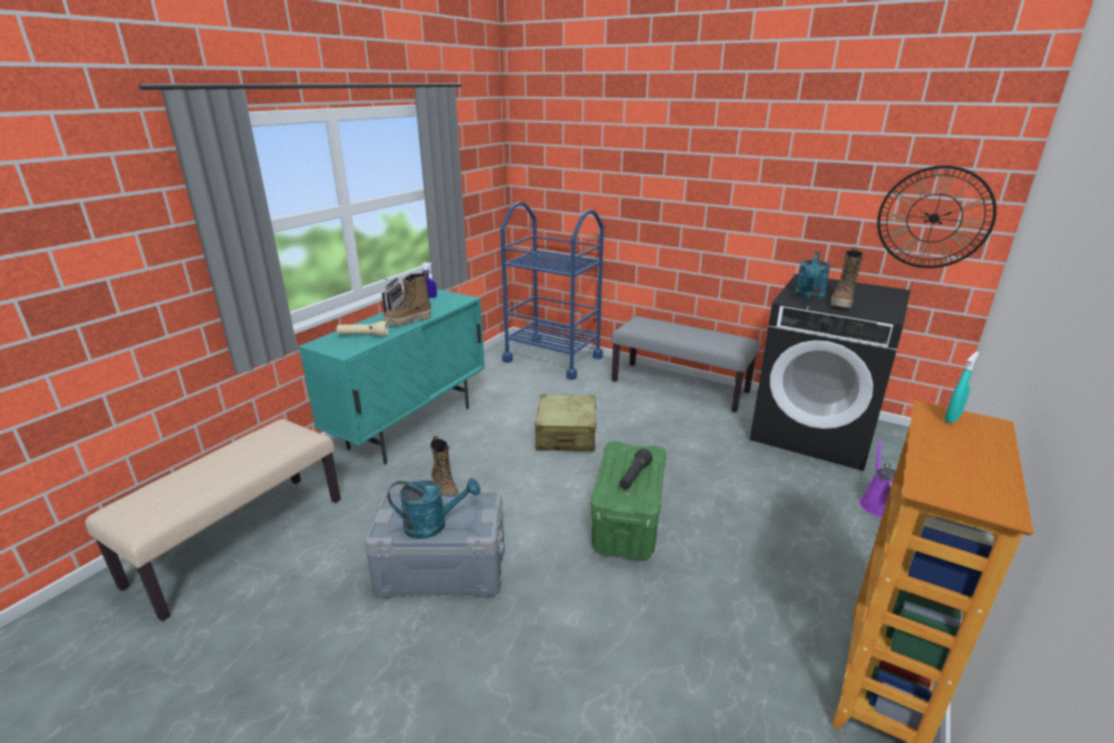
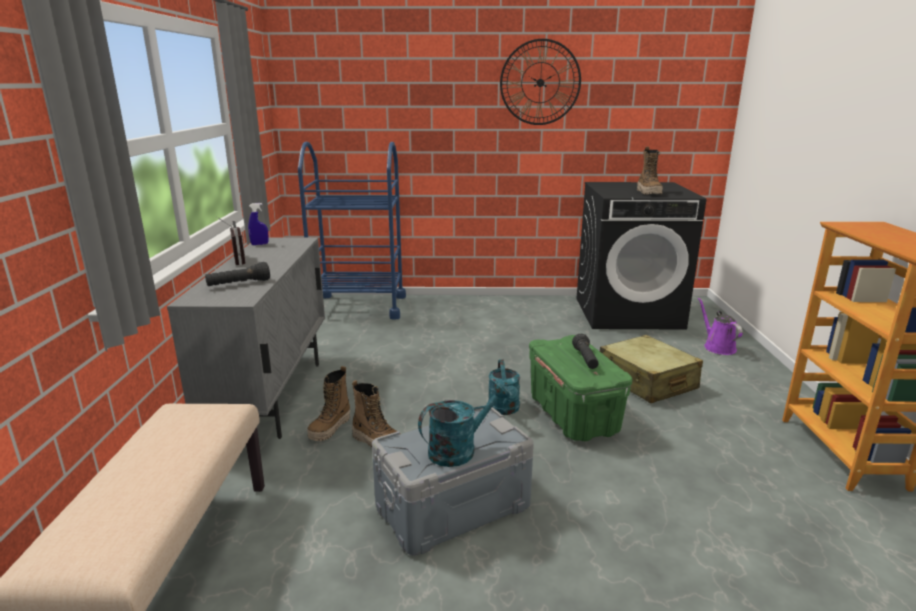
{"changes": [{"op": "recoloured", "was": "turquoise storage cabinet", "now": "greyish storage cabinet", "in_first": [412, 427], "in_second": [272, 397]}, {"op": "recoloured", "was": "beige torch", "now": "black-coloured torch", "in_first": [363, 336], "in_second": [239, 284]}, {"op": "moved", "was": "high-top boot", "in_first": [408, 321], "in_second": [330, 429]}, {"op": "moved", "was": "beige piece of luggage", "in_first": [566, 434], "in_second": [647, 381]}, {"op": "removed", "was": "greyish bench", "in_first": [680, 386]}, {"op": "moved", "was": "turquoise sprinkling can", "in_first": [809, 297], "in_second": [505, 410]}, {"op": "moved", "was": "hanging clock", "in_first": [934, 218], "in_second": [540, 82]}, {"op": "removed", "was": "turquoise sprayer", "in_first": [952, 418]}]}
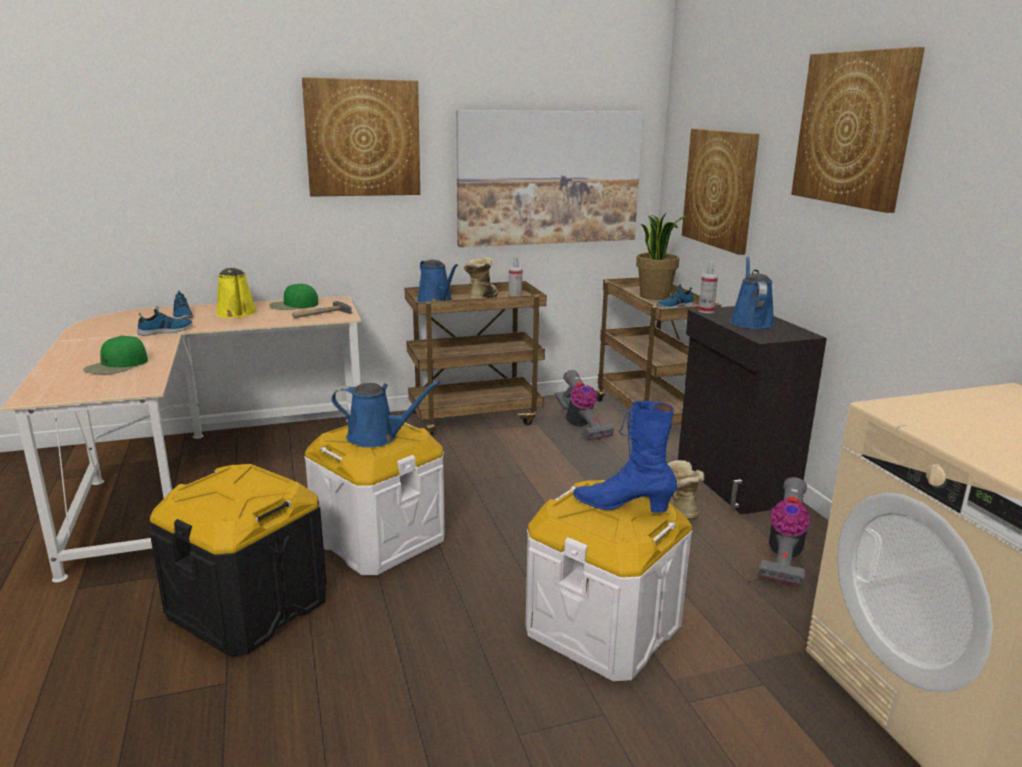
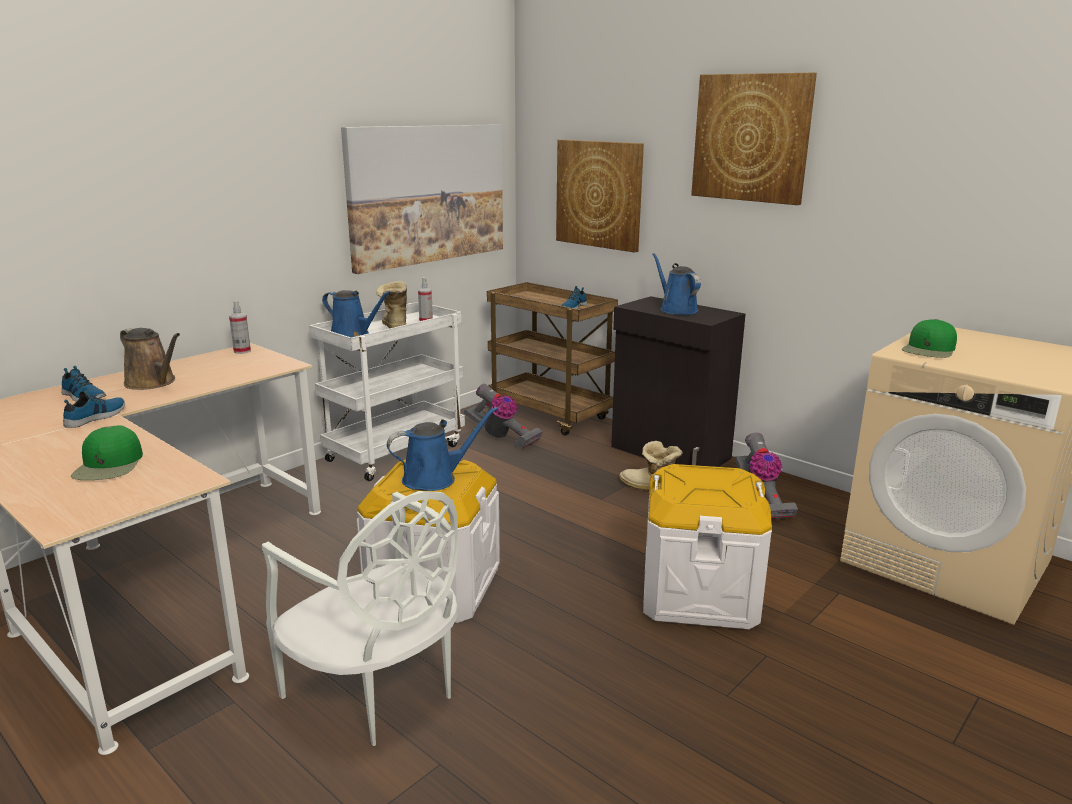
{"changes": [{"op": "replaced", "was": "black-coloured storage container", "now": "whitish chair", "in_first": [248, 607], "in_second": [378, 691]}, {"op": "recoloured", "was": "yellow-coloured sprinkling can", "now": "brownish sprinkling can", "in_first": [237, 314], "in_second": [153, 383]}, {"op": "moved", "was": "green-coloured peaked cap", "in_first": [293, 305], "in_second": [929, 350]}, {"op": "removed", "was": "hammer", "in_first": [321, 314]}, {"op": "removed", "was": "picture", "in_first": [363, 138]}, {"op": "recoloured", "was": "brownish trolley", "now": "whitish trolley", "in_first": [475, 418], "in_second": [396, 451]}, {"op": "removed", "was": "blue-coloured high-top boot", "in_first": [622, 506]}, {"op": "removed", "was": "houseplant", "in_first": [655, 296]}, {"op": "moved", "was": "sprayer", "in_first": [706, 311], "in_second": [242, 351]}]}
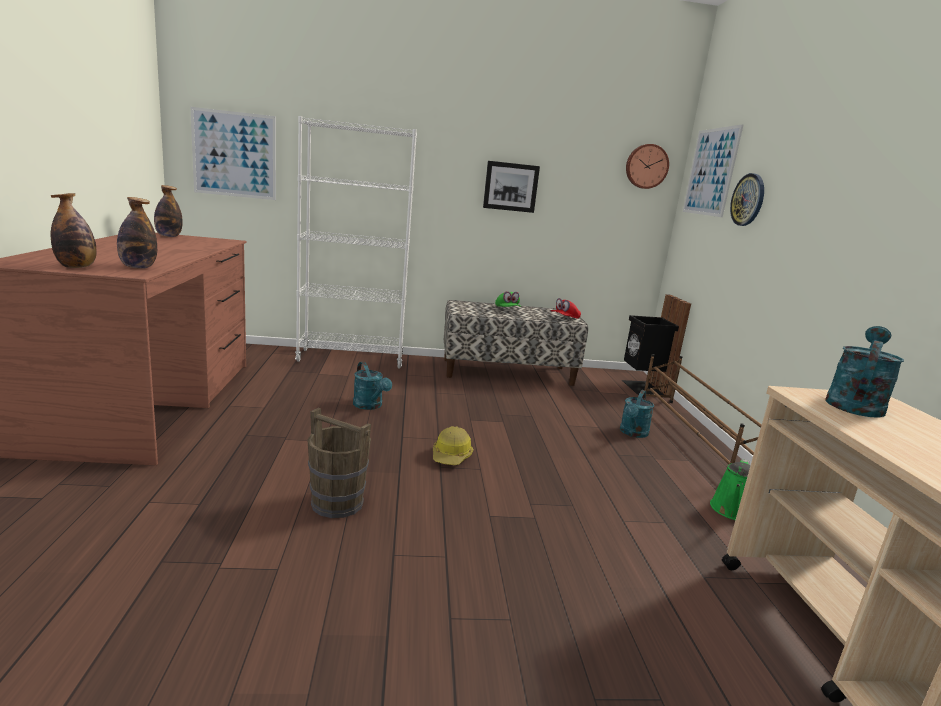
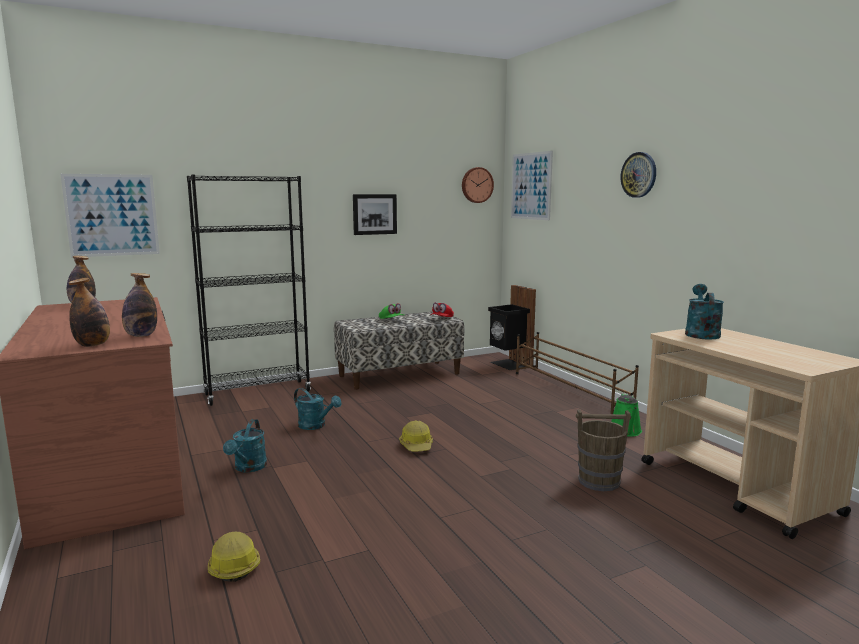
{"changes": [{"op": "recoloured", "was": "whitish shelving unit", "now": "black-coloured shelving unit", "in_first": [351, 359], "in_second": [258, 393]}, {"op": "moved", "was": "brownish pail", "in_first": [337, 503], "in_second": [598, 481]}, {"op": "moved", "was": "turquoise sprinkling can", "in_first": [633, 433], "in_second": [248, 468]}, {"op": "moved", "was": "hanging clock", "in_first": [748, 200], "in_second": [639, 175]}, {"op": "added", "now": "hard hat", "in_second": [233, 565]}]}
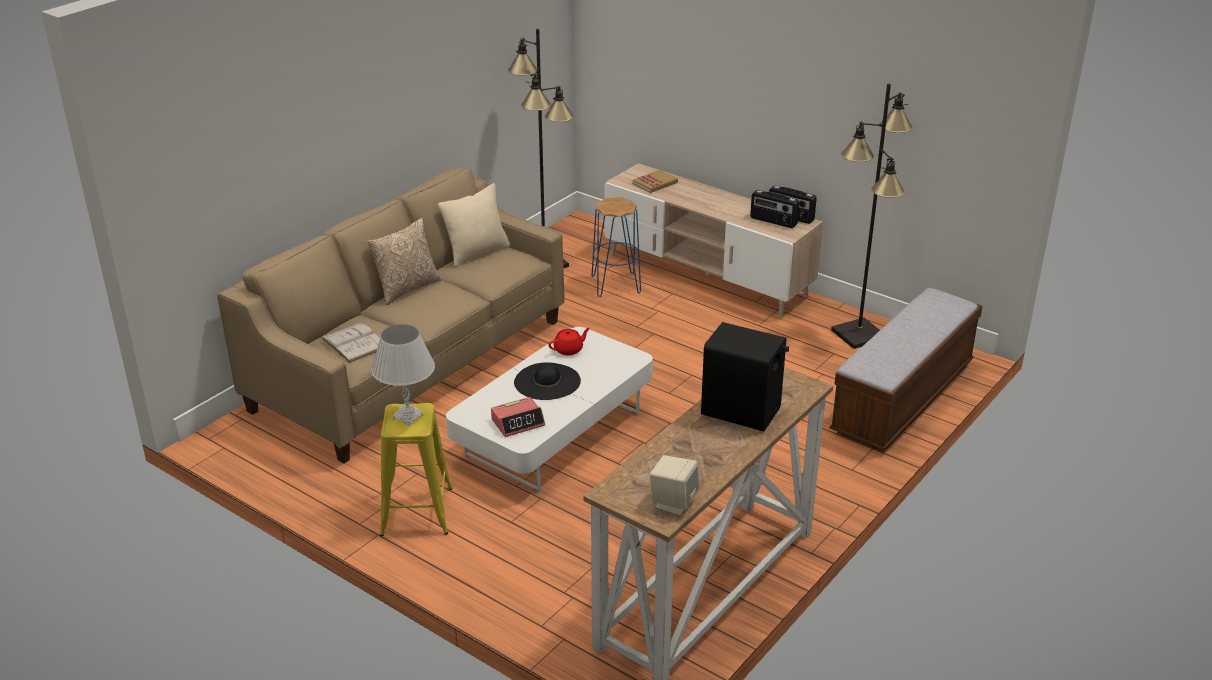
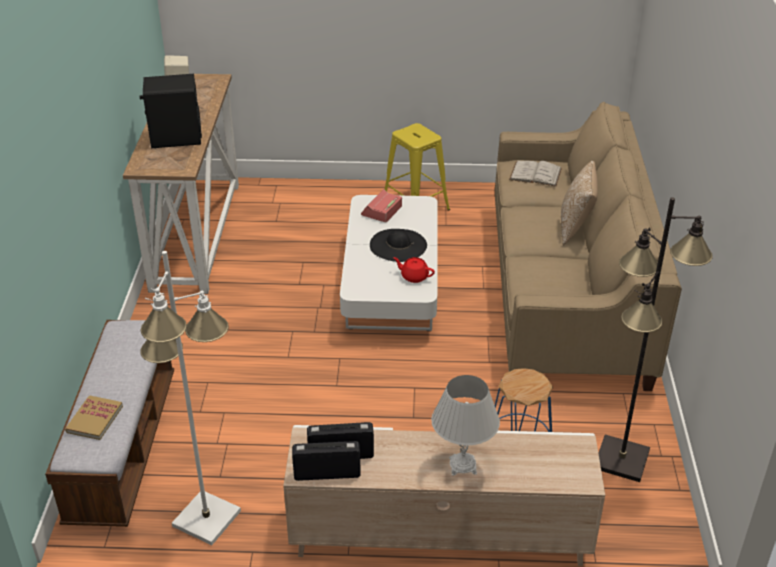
{"changes": [{"op": "moved", "was": "whitish lamp for a table", "in_first": [408, 417], "in_second": [462, 466]}, {"op": "removed", "was": "beige throw pillow", "in_first": [477, 253]}, {"op": "turned", "was": "red-coloured pot for tea", "in_first": [569, 350], "in_second": [414, 276], "clockwise": 90}, {"op": "moved", "was": "book", "in_first": [655, 183], "in_second": [94, 419]}, {"op": "recoloured", "was": "black-coloured floor lamp", "now": "whitish floor lamp", "in_first": [859, 335], "in_second": [205, 519]}]}
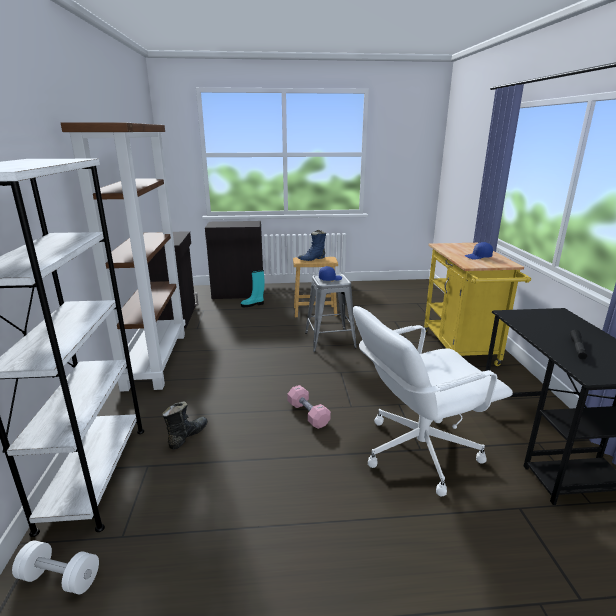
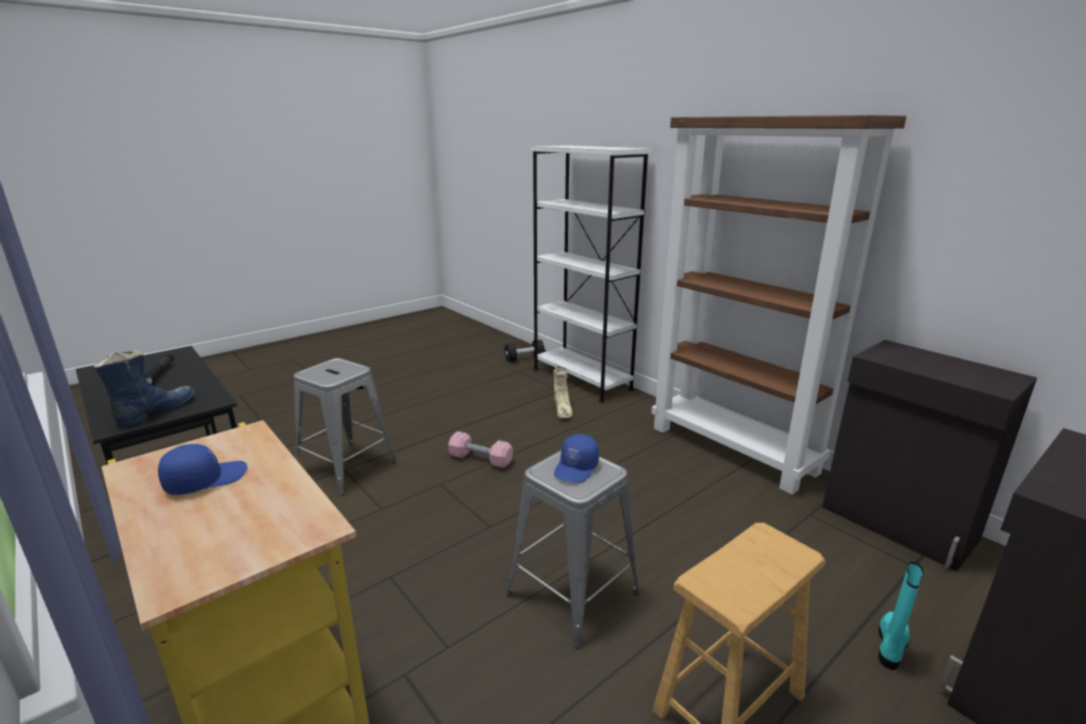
{"changes": [{"op": "recoloured", "was": "whitish hand weight", "now": "black-coloured hand weight", "in_first": [60, 578], "in_second": [524, 358]}, {"op": "recoloured", "was": "black-coloured high-top boot", "now": "beige high-top boot", "in_first": [187, 436], "in_second": [563, 410]}, {"op": "moved", "was": "blue-coloured high-top boot", "in_first": [312, 259], "in_second": [154, 412]}, {"op": "replaced", "was": "whitish computer chair", "now": "greyish sitting stool", "in_first": [418, 450], "in_second": [346, 467]}]}
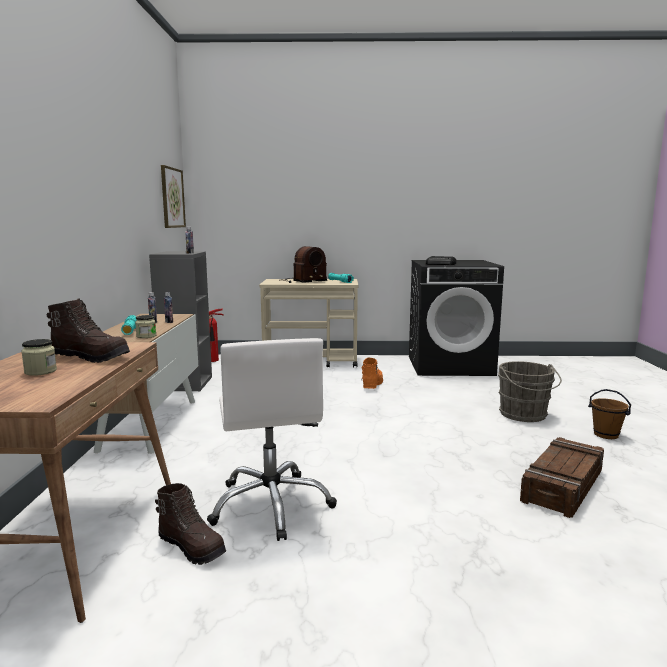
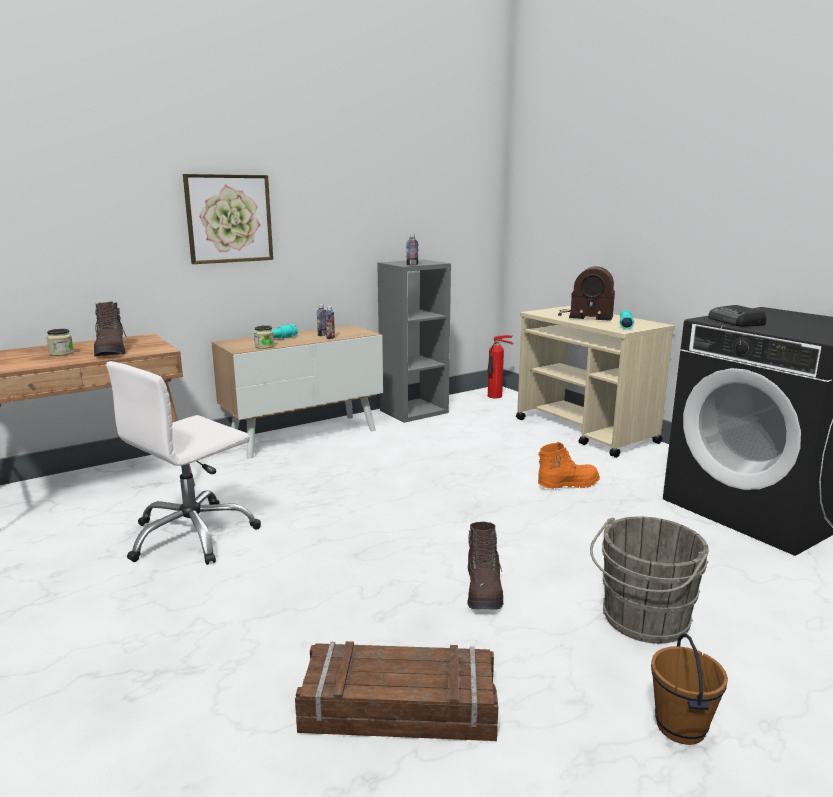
{"changes": [{"op": "moved", "was": "brownish high-top boot", "in_first": [192, 547], "in_second": [484, 591]}, {"op": "moved", "was": "picture", "in_first": [172, 198], "in_second": [229, 218]}]}
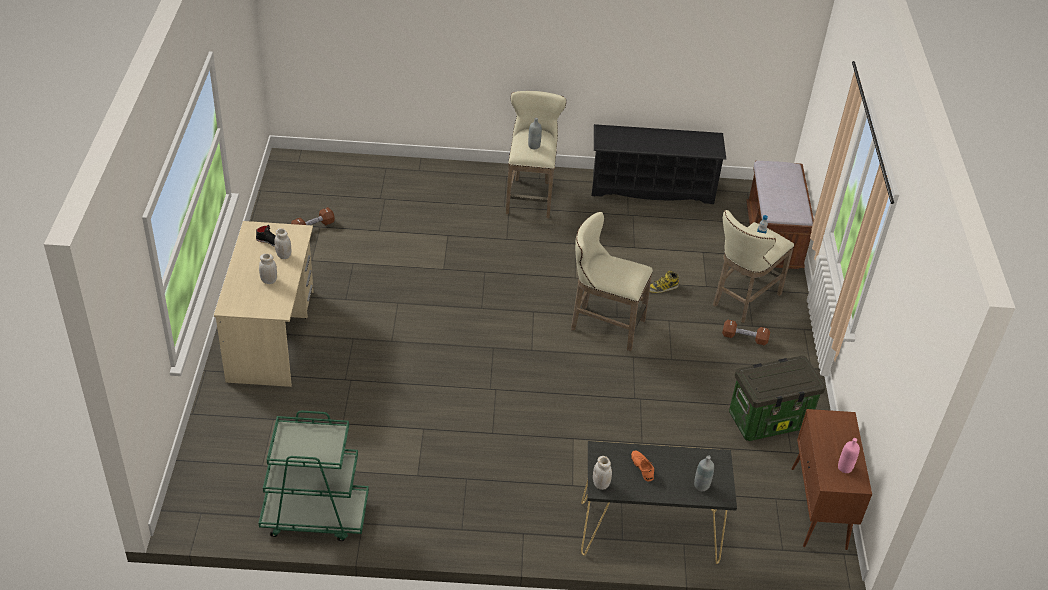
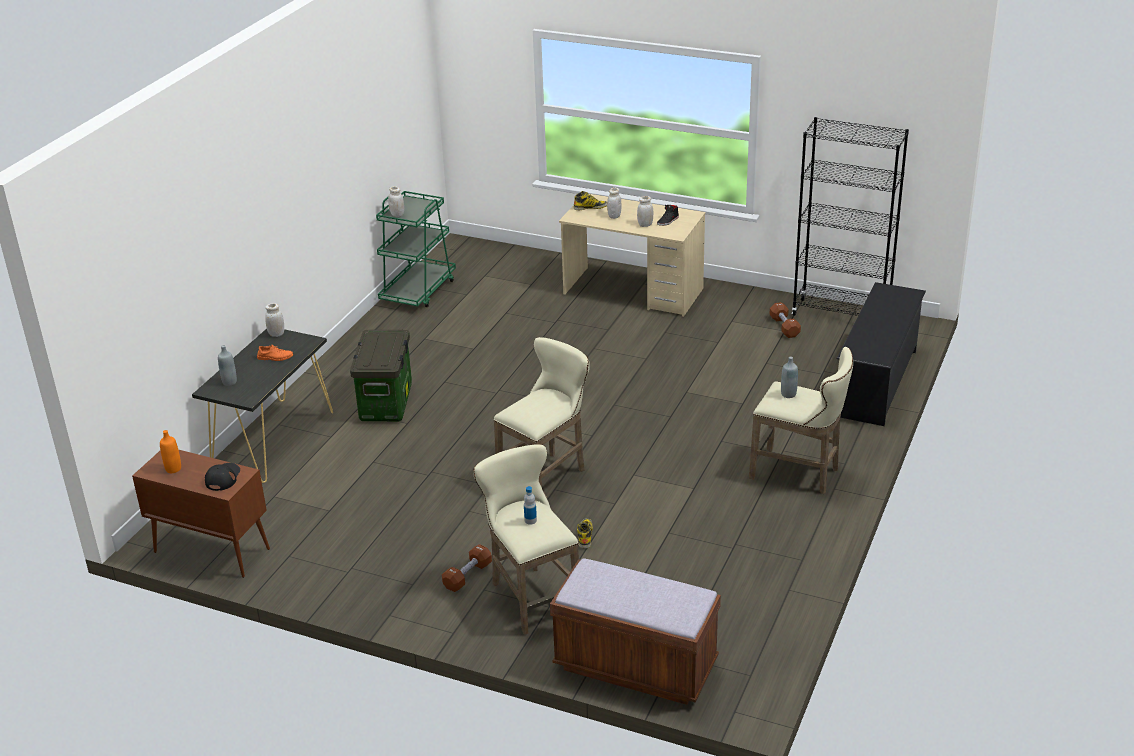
{"changes": [{"op": "moved", "was": "black-coloured shoe rack", "in_first": [652, 187], "in_second": [876, 383]}, {"op": "moved", "was": "storage container", "in_first": [769, 420], "in_second": [386, 403]}, {"op": "recoloured", "was": "pinkish beverage bottle", "now": "orange beverage bottle", "in_first": [845, 468], "in_second": [173, 469]}, {"op": "added", "now": "black-coloured peaked cap", "in_second": [223, 478]}, {"op": "added", "now": "whitish storage jar", "in_second": [397, 215]}, {"op": "added", "now": "high-top boot", "in_second": [590, 207]}, {"op": "added", "now": "black-coloured shelving unit", "in_second": [841, 315]}]}
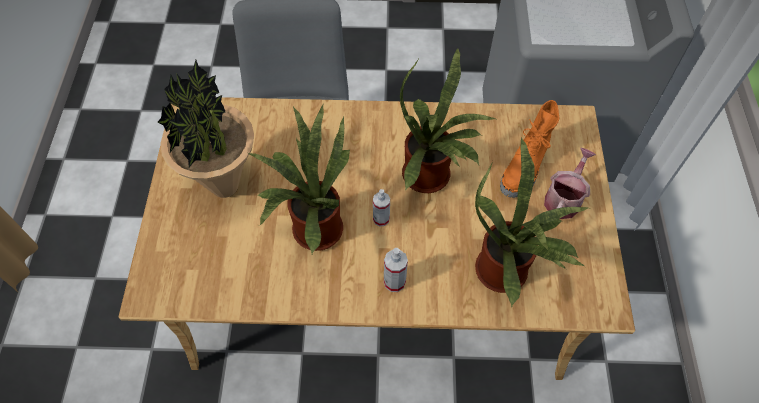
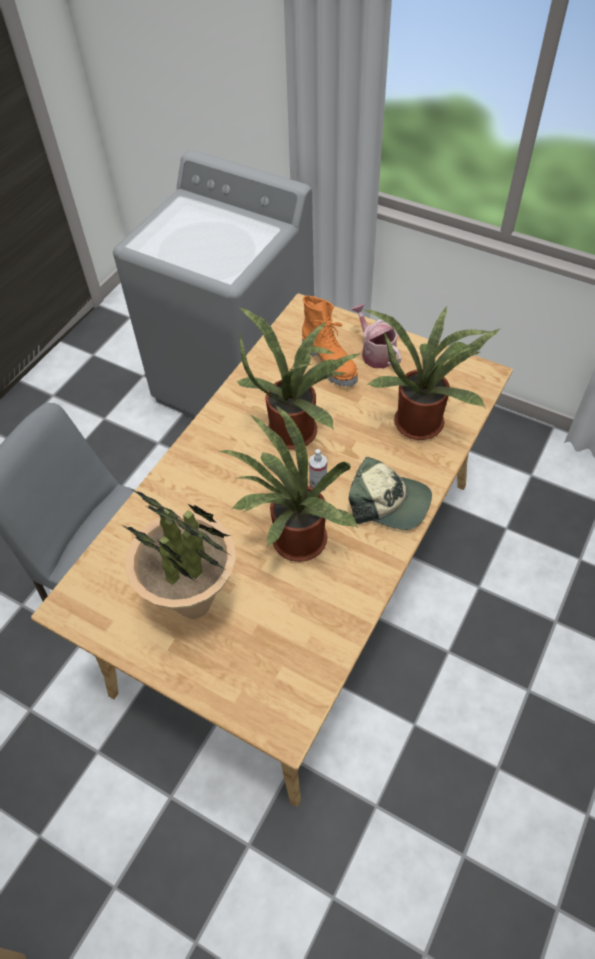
{"changes": [{"op": "replaced", "was": "sprayer", "now": "peaked cap", "in_first": [394, 282], "in_second": [389, 502]}]}
